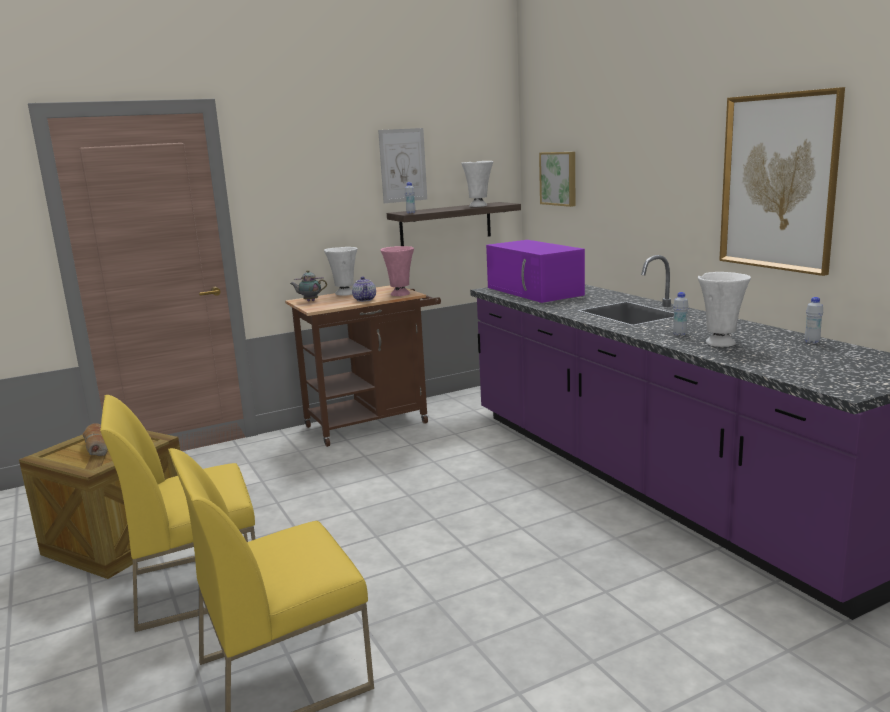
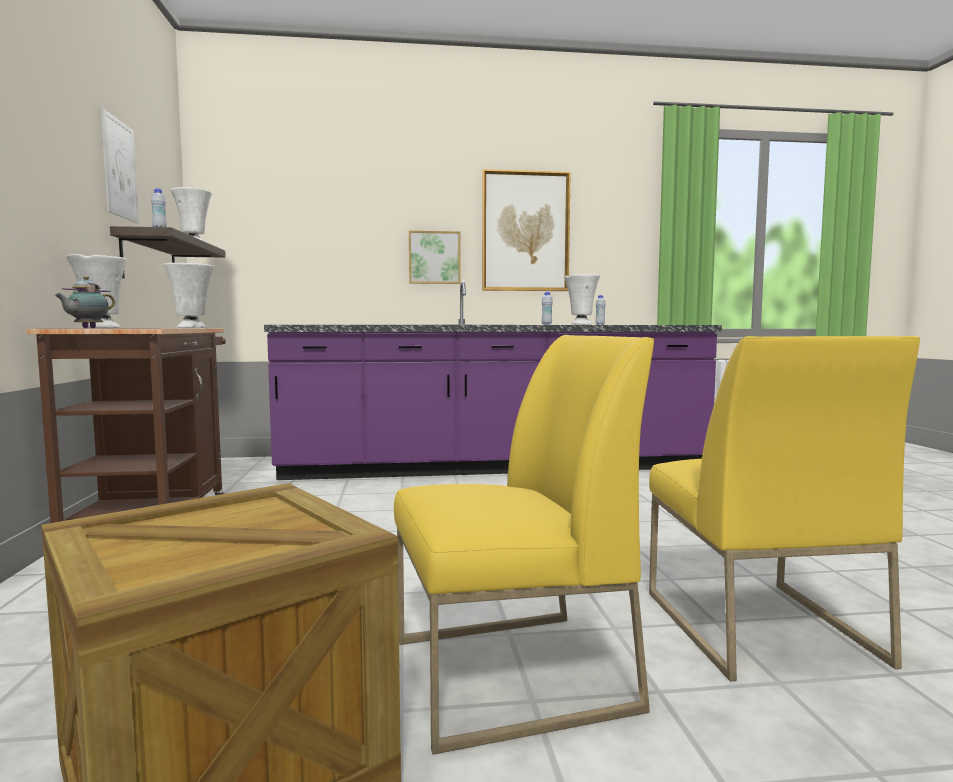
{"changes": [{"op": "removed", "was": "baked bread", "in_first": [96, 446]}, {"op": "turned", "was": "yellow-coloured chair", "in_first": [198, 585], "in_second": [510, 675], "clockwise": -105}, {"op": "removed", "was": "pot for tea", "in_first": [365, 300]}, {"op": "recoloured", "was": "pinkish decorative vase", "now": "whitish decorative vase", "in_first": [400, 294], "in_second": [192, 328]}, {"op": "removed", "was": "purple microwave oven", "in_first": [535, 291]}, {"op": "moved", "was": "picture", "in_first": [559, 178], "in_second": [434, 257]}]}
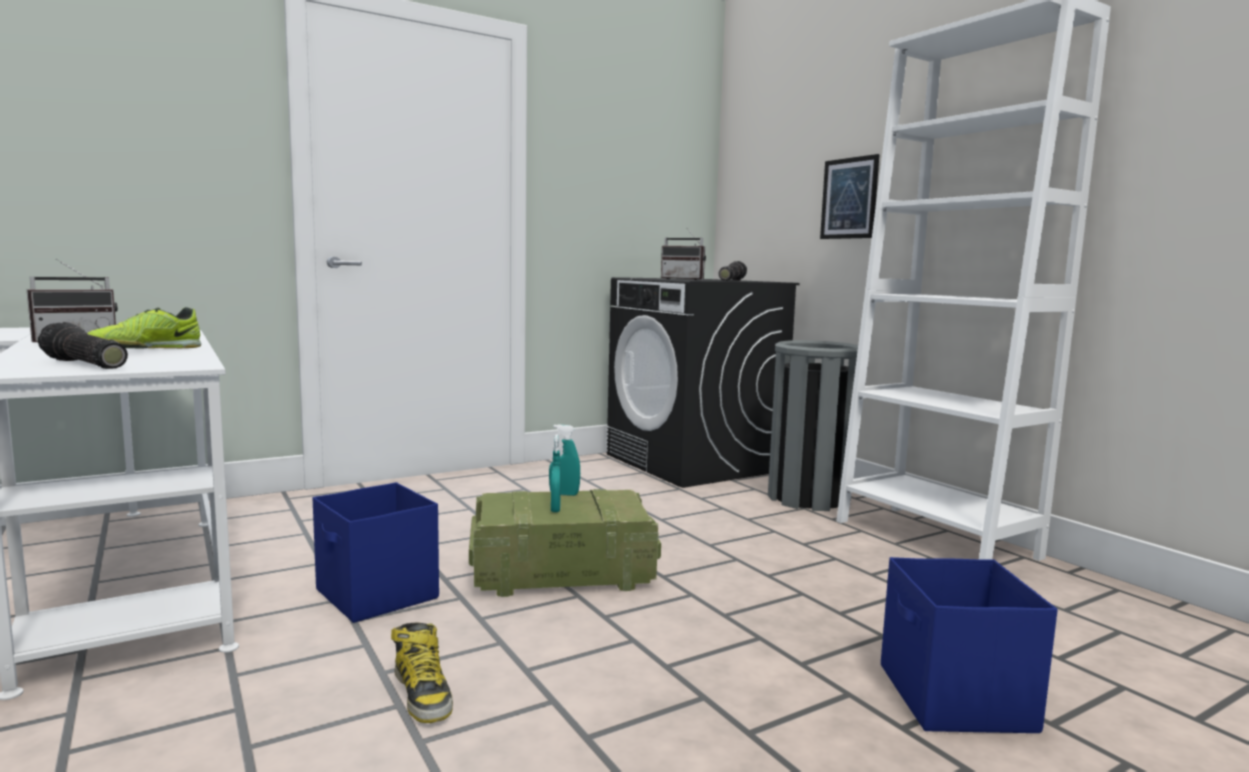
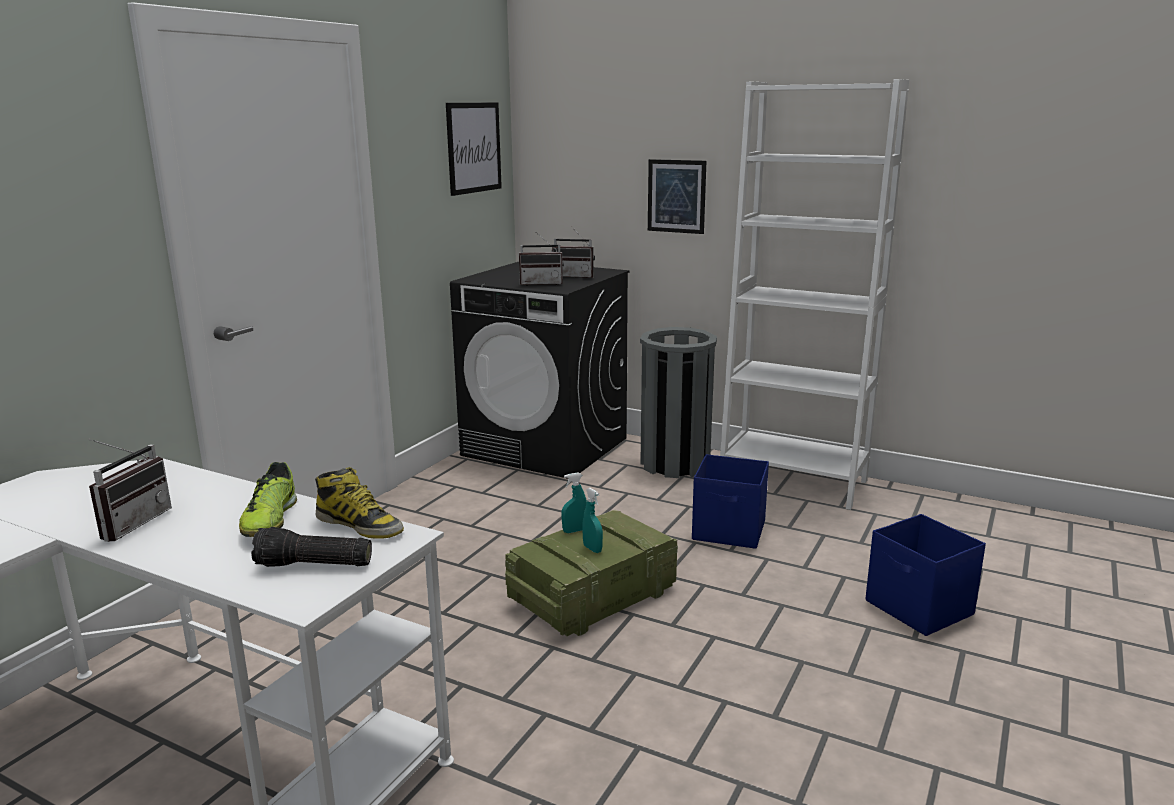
{"changes": [{"op": "moved", "was": "blue-coloured storage container", "in_first": [377, 595], "in_second": [730, 531]}, {"op": "moved", "was": "high-top boot", "in_first": [423, 694], "in_second": [360, 525]}, {"op": "replaced", "was": "torch", "now": "radio", "in_first": [730, 280], "in_second": [574, 276]}, {"op": "added", "now": "picture", "in_second": [474, 147]}]}
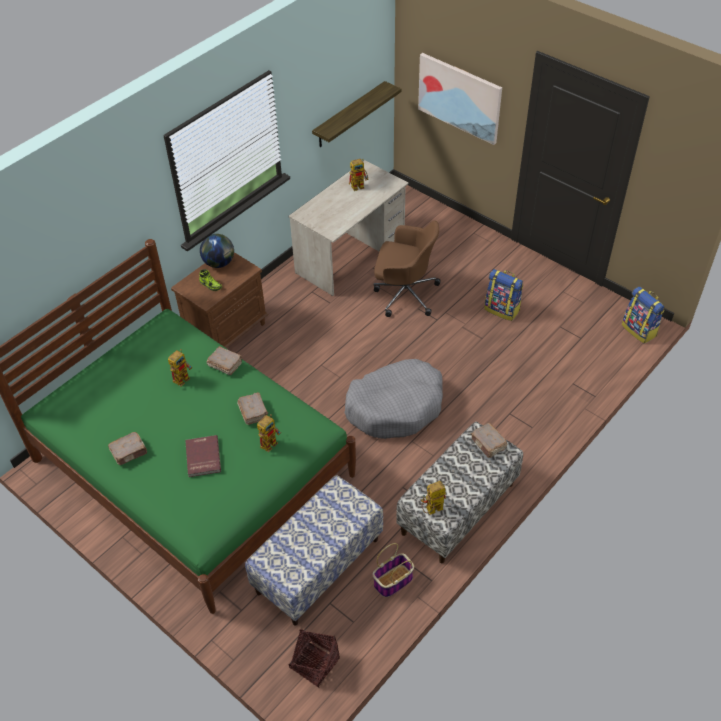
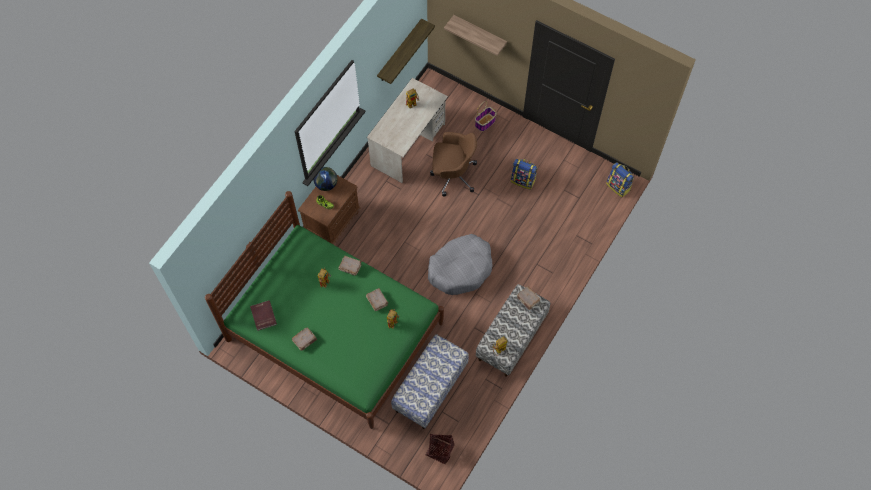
{"changes": [{"op": "moved", "was": "red-coloured book", "in_first": [202, 457], "in_second": [263, 316]}, {"op": "moved", "was": "storage basket", "in_first": [393, 582], "in_second": [485, 123]}, {"op": "replaced", "was": "picture", "now": "wall shelf", "in_first": [459, 97], "in_second": [480, 33]}]}
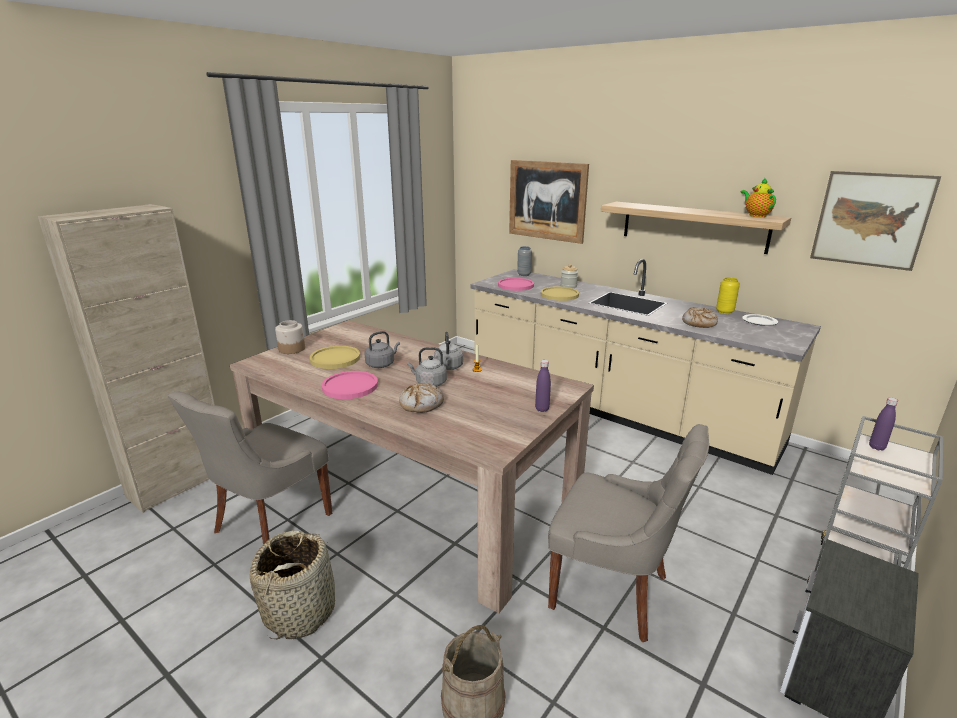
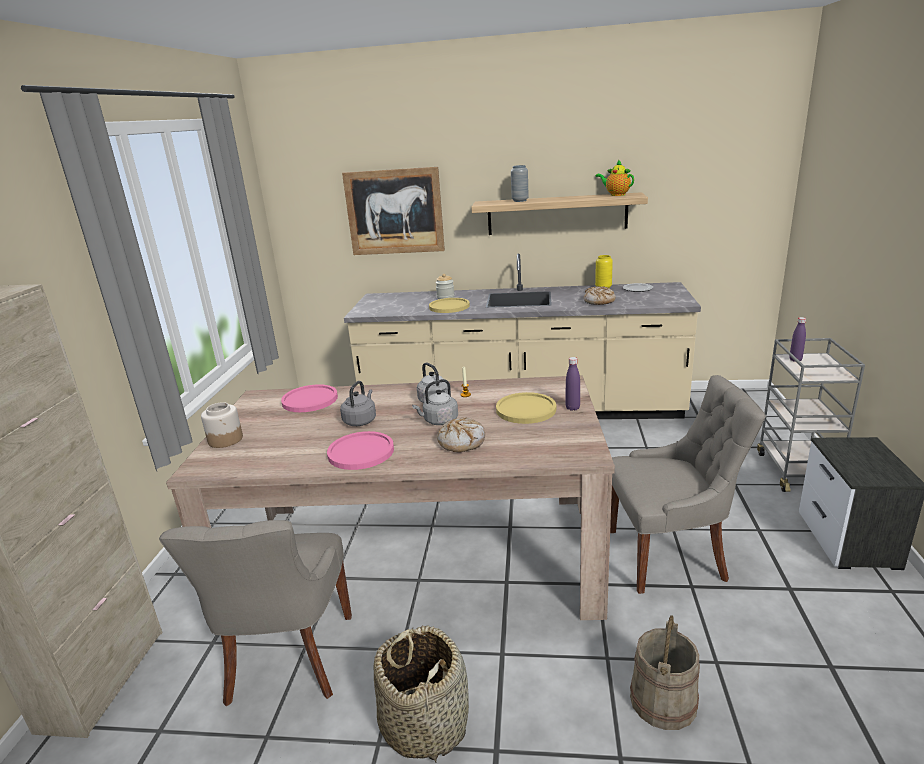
{"changes": [{"op": "moved", "was": "yellow-coloured dinner plate", "in_first": [335, 358], "in_second": [526, 409]}, {"op": "moved", "was": "pinkish dinner plate", "in_first": [515, 285], "in_second": [310, 400]}, {"op": "moved", "was": "greyish decorative vase", "in_first": [524, 274], "in_second": [520, 201]}, {"op": "removed", "was": "picture", "in_first": [871, 220]}]}
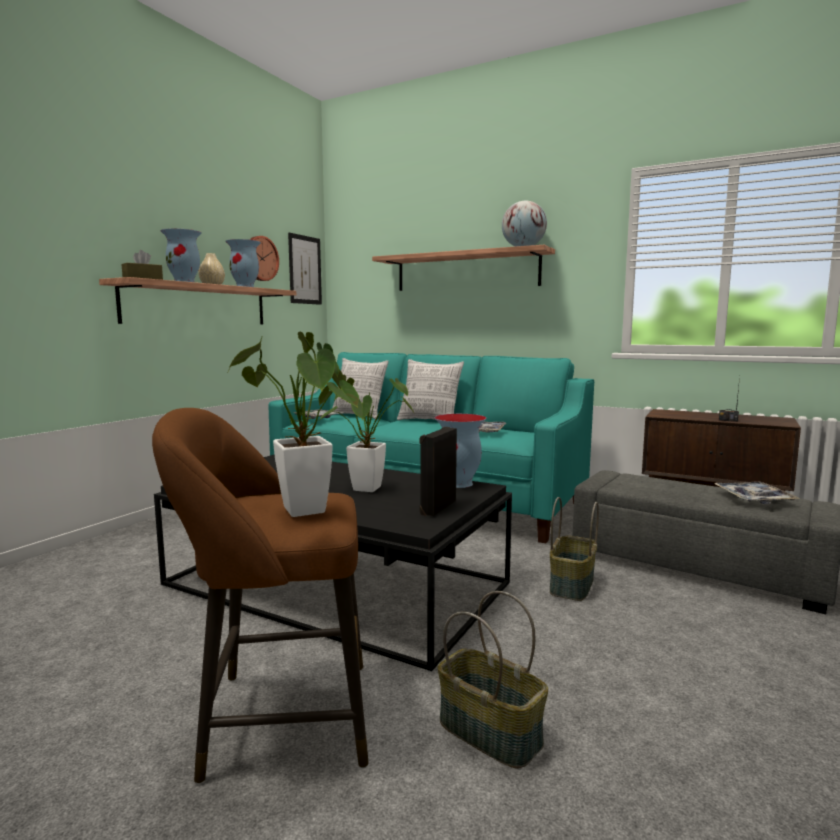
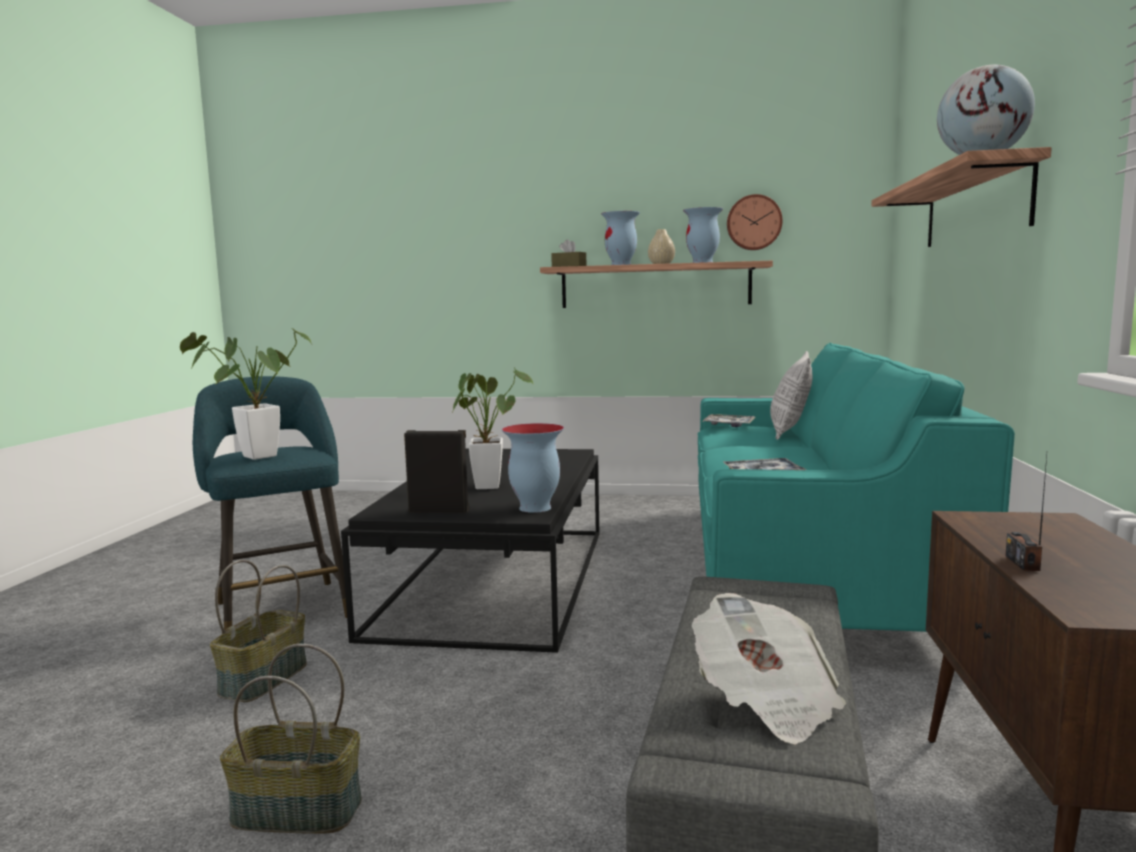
{"changes": [{"op": "recoloured", "was": "brownish sitting stool", "now": "turquoise sitting stool", "in_first": [278, 719], "in_second": [281, 608]}, {"op": "removed", "was": "picture", "in_first": [305, 270]}, {"op": "removed", "was": "throw pillow", "in_first": [429, 421]}, {"op": "moved", "was": "storage basket", "in_first": [572, 585], "in_second": [295, 812]}, {"op": "replaced", "was": "serving tray", "now": "newspaper", "in_first": [753, 498], "in_second": [766, 701]}]}
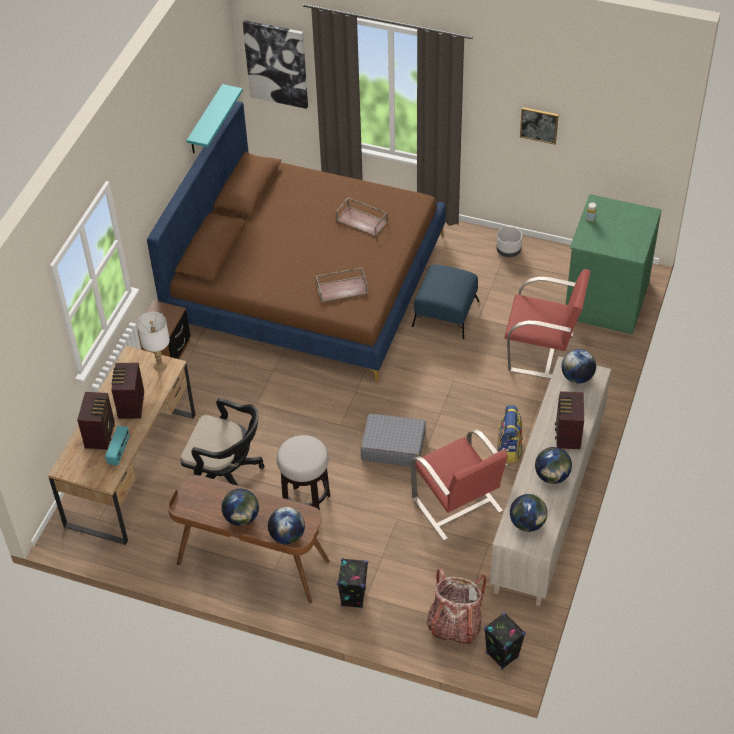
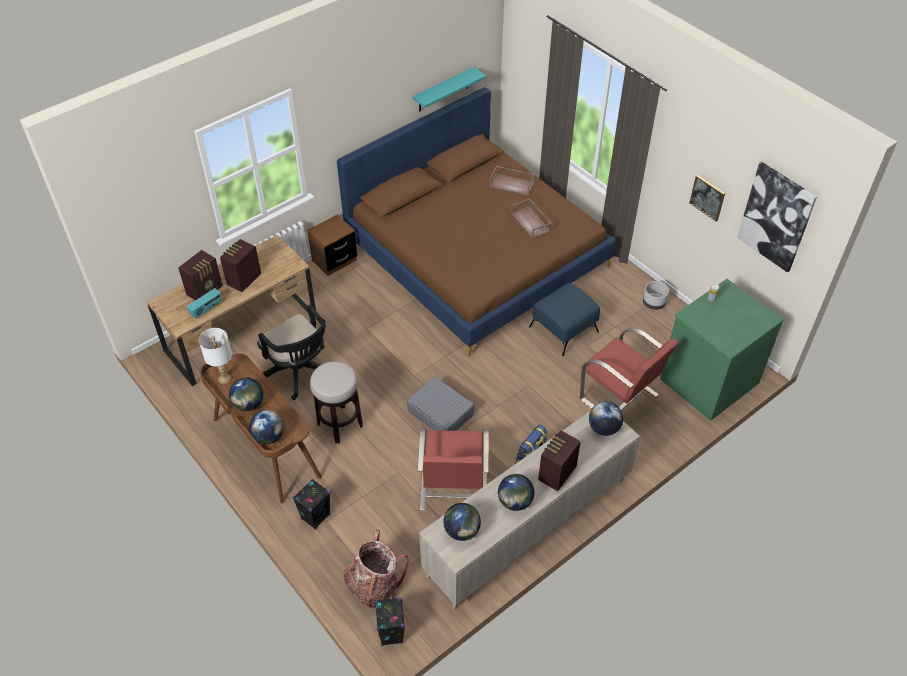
{"changes": [{"op": "moved", "was": "whitish lamp for a table", "in_first": [160, 366], "in_second": [224, 379]}, {"op": "moved", "was": "picture", "in_first": [276, 63], "in_second": [776, 217]}, {"op": "moved", "was": "brownish serving tray", "in_first": [342, 289], "in_second": [512, 184]}]}
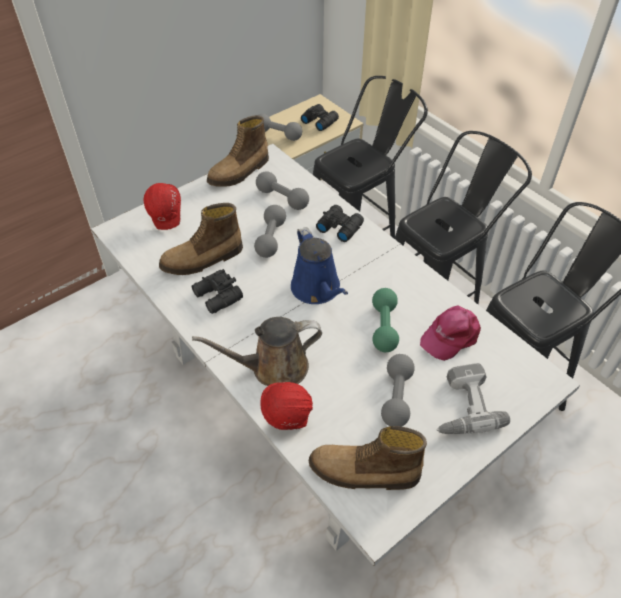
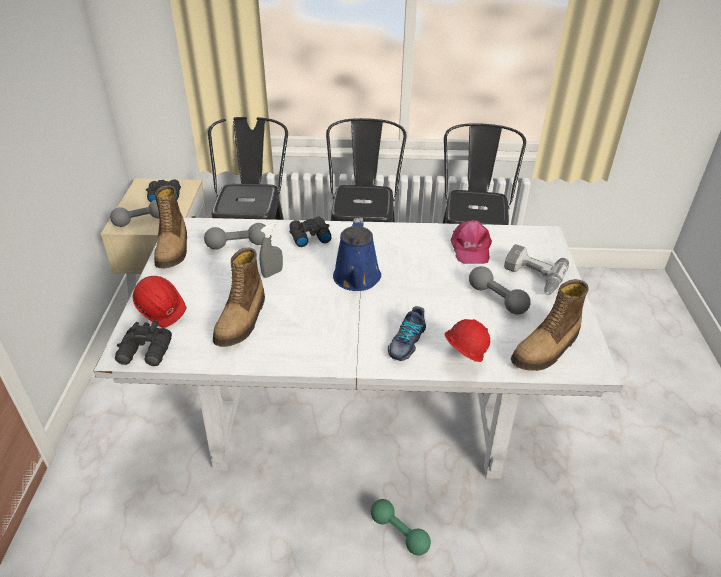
{"changes": [{"op": "moved", "was": "black-coloured pair of binoculars", "in_first": [217, 297], "in_second": [146, 353]}, {"op": "replaced", "was": "brownish sprinkling can", "now": "low shoe", "in_first": [274, 368], "in_second": [406, 342]}, {"op": "replaced", "was": "greyish hand weight", "now": "greyish sprayer", "in_first": [271, 238], "in_second": [272, 273]}, {"op": "turned", "was": "blue-coloured sprinkling can", "in_first": [317, 289], "in_second": [356, 279], "clockwise": 75}, {"op": "moved", "was": "green-coloured hand weight", "in_first": [384, 327], "in_second": [399, 532]}]}
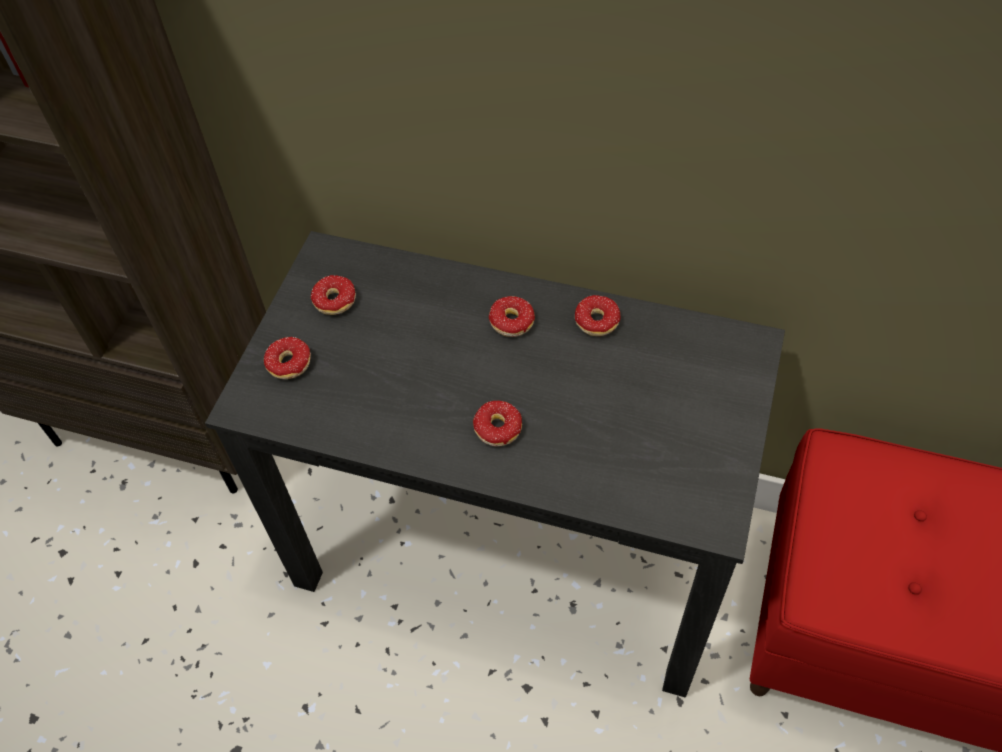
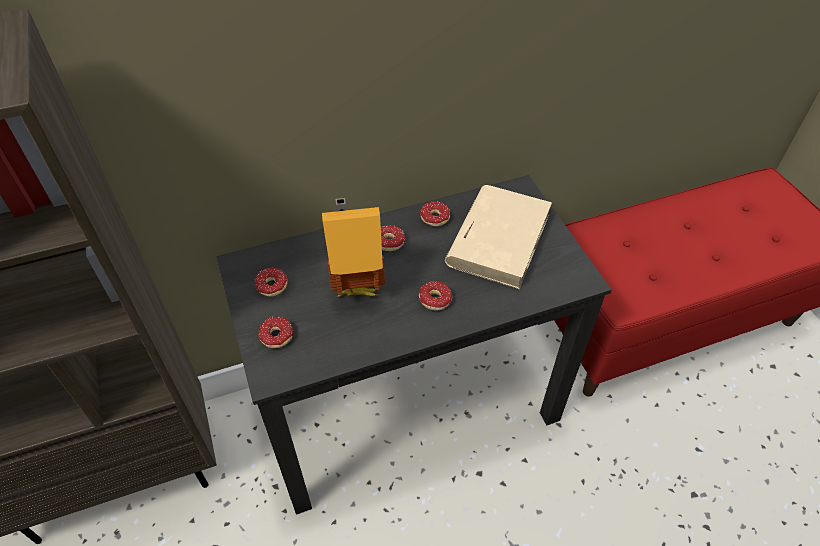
{"changes": [{"op": "added", "now": "miniature house", "in_second": [356, 285]}, {"op": "added", "now": "beige book", "in_second": [499, 238]}]}
